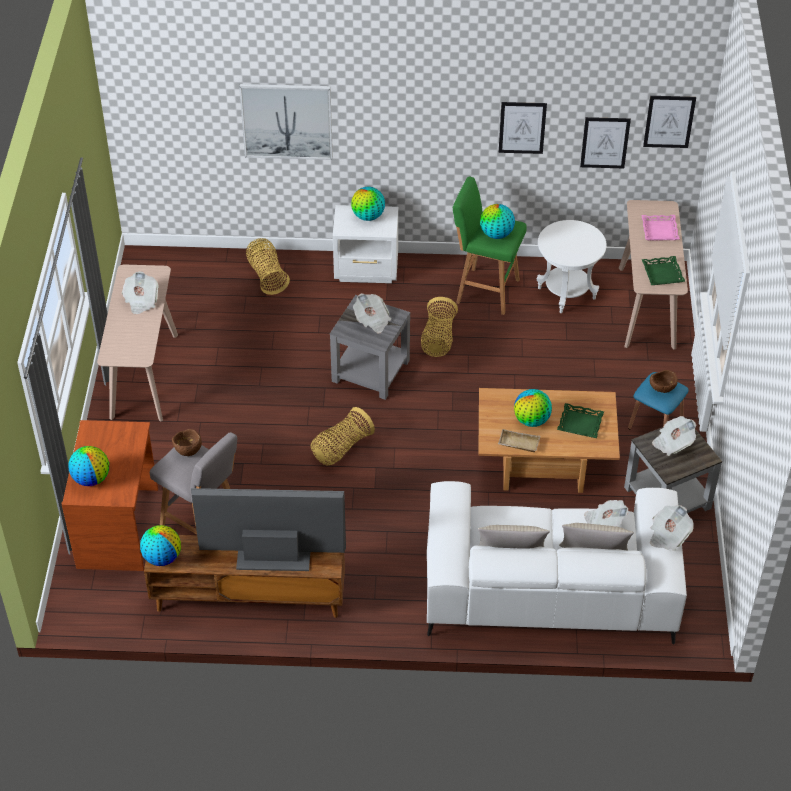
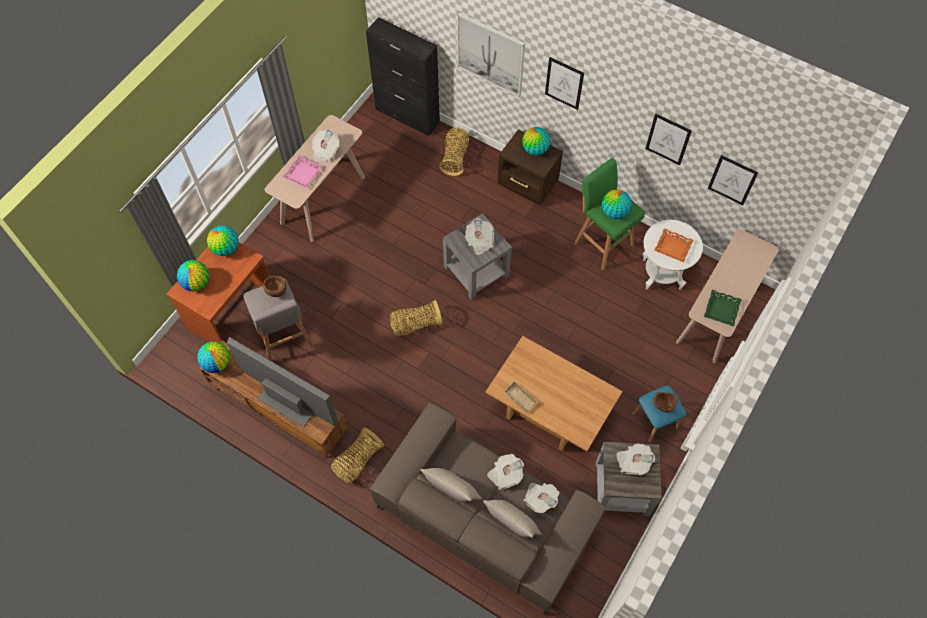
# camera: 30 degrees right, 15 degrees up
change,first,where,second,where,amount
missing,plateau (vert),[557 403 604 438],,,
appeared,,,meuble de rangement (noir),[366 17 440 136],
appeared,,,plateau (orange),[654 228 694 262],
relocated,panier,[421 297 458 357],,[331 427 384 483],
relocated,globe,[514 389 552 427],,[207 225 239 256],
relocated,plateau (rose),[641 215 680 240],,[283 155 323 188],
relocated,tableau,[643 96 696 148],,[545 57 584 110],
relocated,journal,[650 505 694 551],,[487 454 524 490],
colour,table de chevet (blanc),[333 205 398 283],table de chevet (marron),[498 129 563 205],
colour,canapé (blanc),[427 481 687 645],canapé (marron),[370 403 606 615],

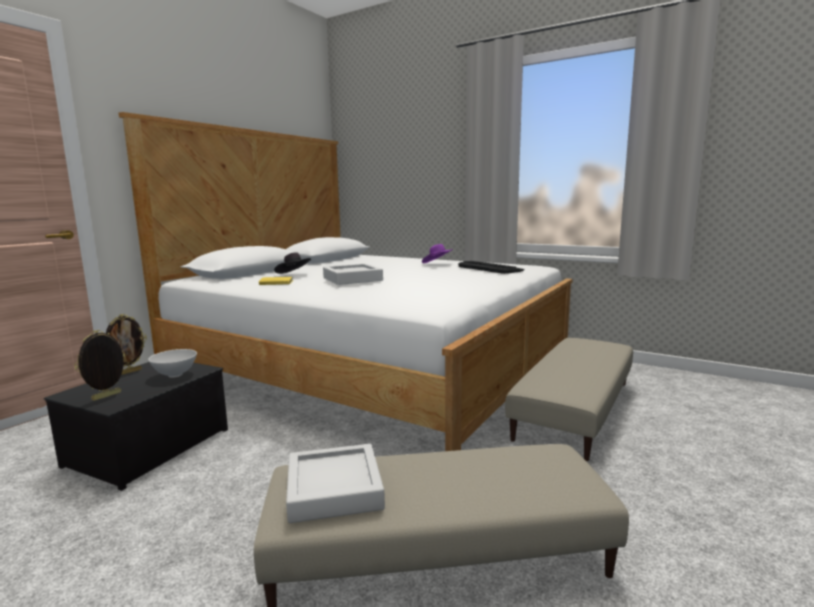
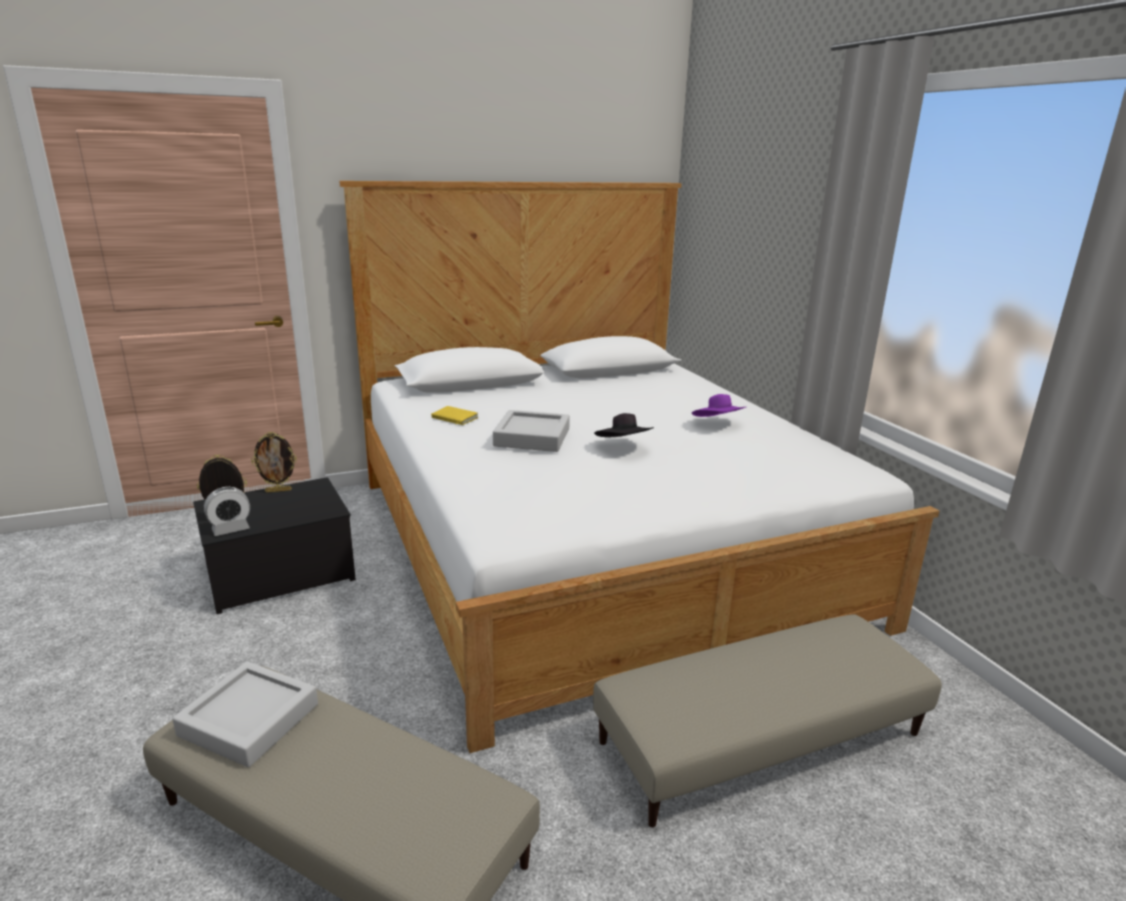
# camera: 35 degrees right, 10 degrees up
change,first,where,second,where,amount
missing,bol (blanc),[148 349 197 378],,,
missing,clavier,[458 261 525 274],,,
appeared,,,réveil,[204 487 250 536],
relocated,chapeau (noir),[274 252 311 274],,[594 413 654 438],

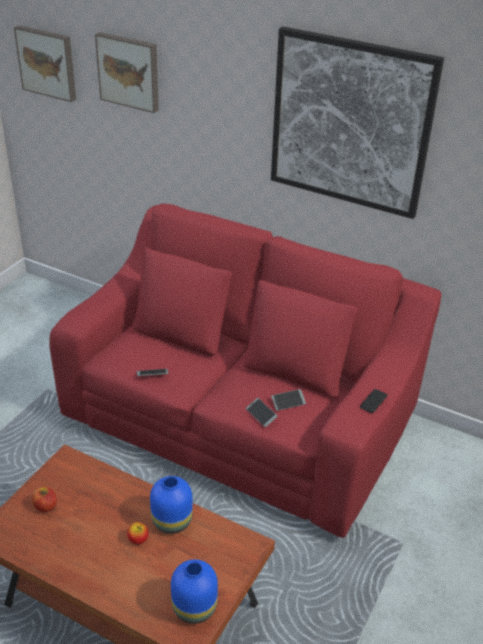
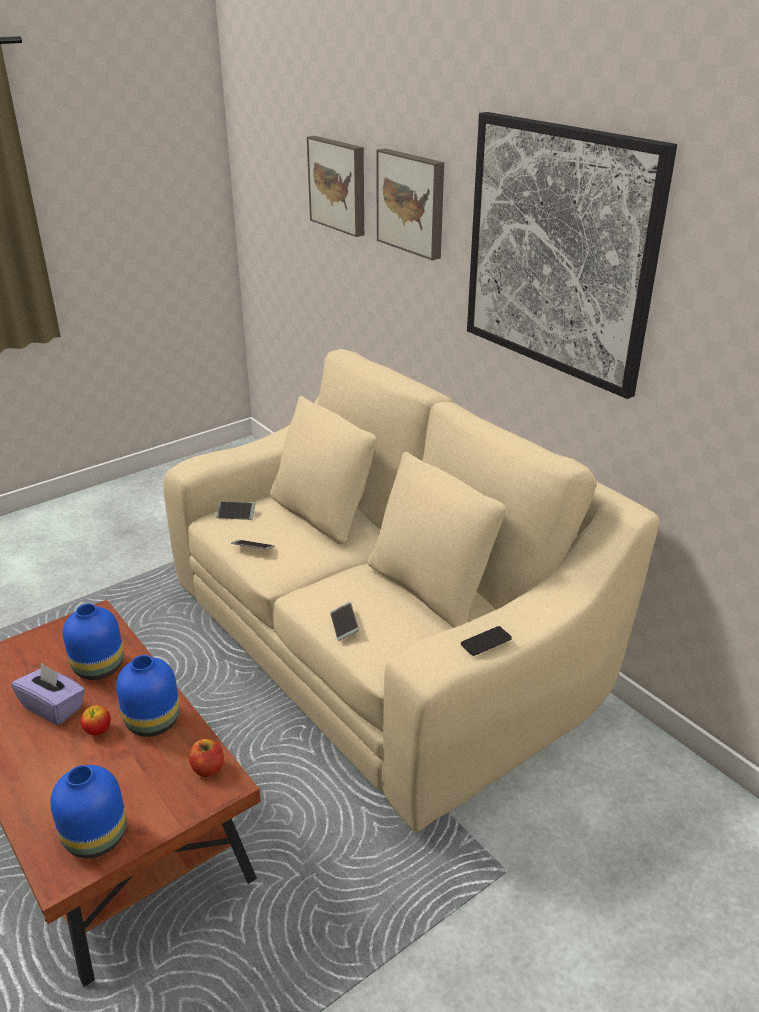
# camera: 25 degrees right, 5 degrees down
change,first,where,second,where,amount
appeared,,,boîte à mouchoirs (violet),[11 663 85 725],
appeared,,,vase (bleu),[63 604 124 680],
relocated,tableau,[14 26 76 102],,[377 148 444 260],
relocated,pomme,[32 487 57 512],,[189 739 224 777],
relocated,téléphone,[271 389 306 411],,[216 501 255 520],
colour,canapé (rouge),[49 203 442 538],canapé (beige),[163 349 659 832],

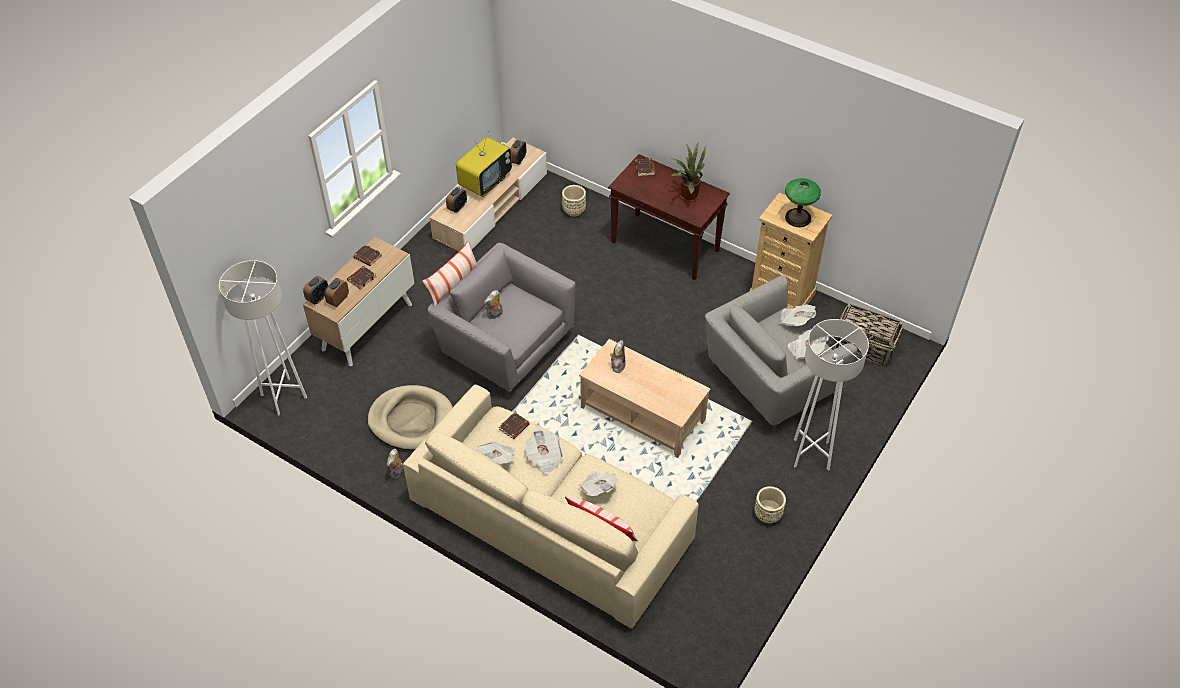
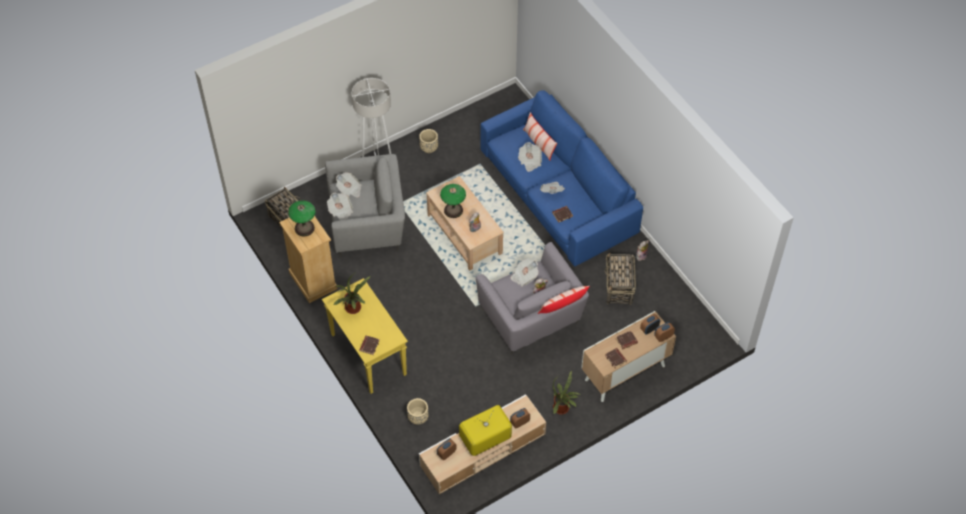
# camera: 155 degrees left, 5 degrees up
change,first,where,second,where,amount
missing,lampadaire (blanc),[219 260 307 415],,,
appeared,,,lampe de table,[440 184 466 218],
appeared,,,plante en pot,[553 371 582 415],
relocated,journal,[476 442 516 464],,[511 258 539 287],
exchanged,panier pour chien (beige),[367 385 453 450],panier,[605 253 636 305],
colour,canapé (beige),[403 385 699 629],canapé (bleu),[480 90 643 266],
colour,table console (marron),[608 154 730 280],table console (jaune),[322 278 408 394],

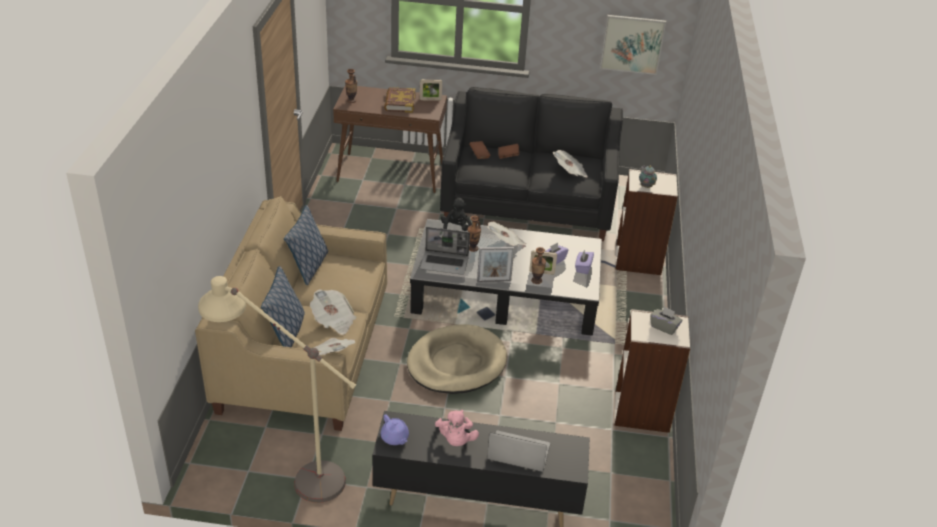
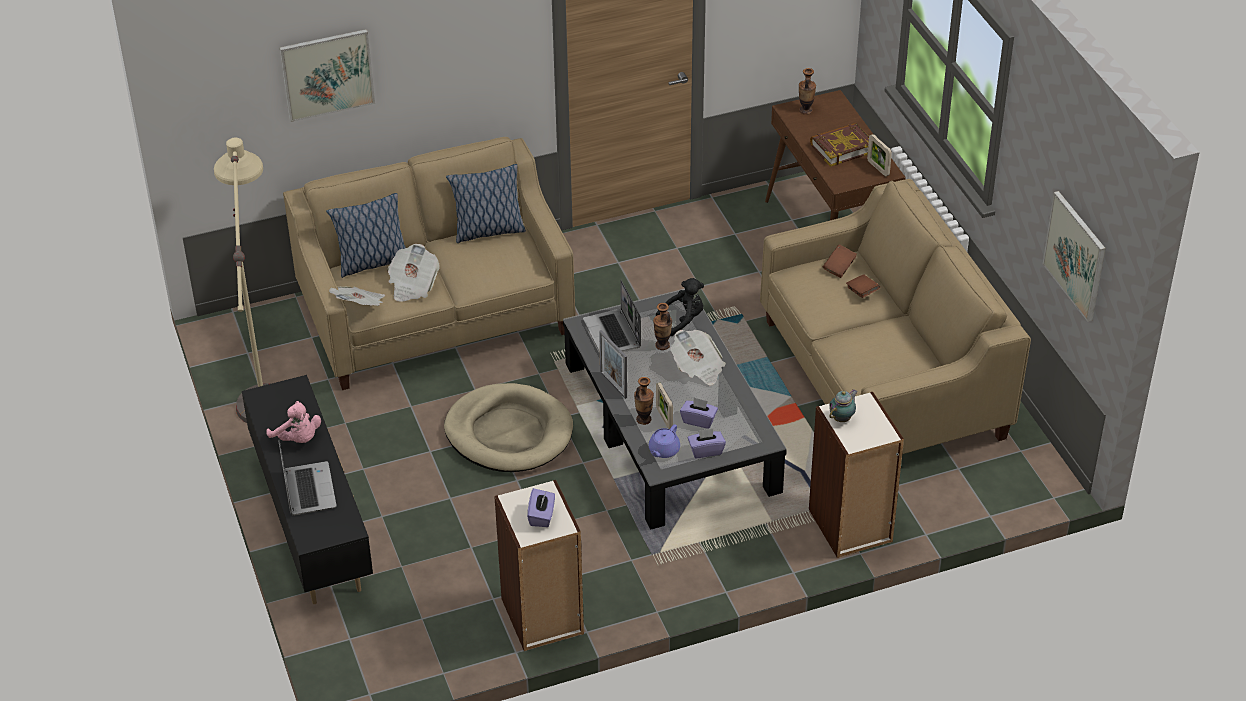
# camera: 65 degrees right, 5 degrees up
change,first,where,second,where,amount
missing,journal,[553 150 588 177],,,
appeared,,,tableau,[280 29 375 122],
relocated,théière (violet),[381 415 409 445],,[649 424 680 458],
colour,canapé (noir),[440 87 623 241],canapé (beige),[760 179 1031 454],
colour,boîte à mouchoirs (gris),[650 306 682 335],boîte à mouchoirs (violet),[527 488 555 527],
spun,peluche (rose),[435 410 479 446],,[266 401 321 443],105 degrees counterclockwise

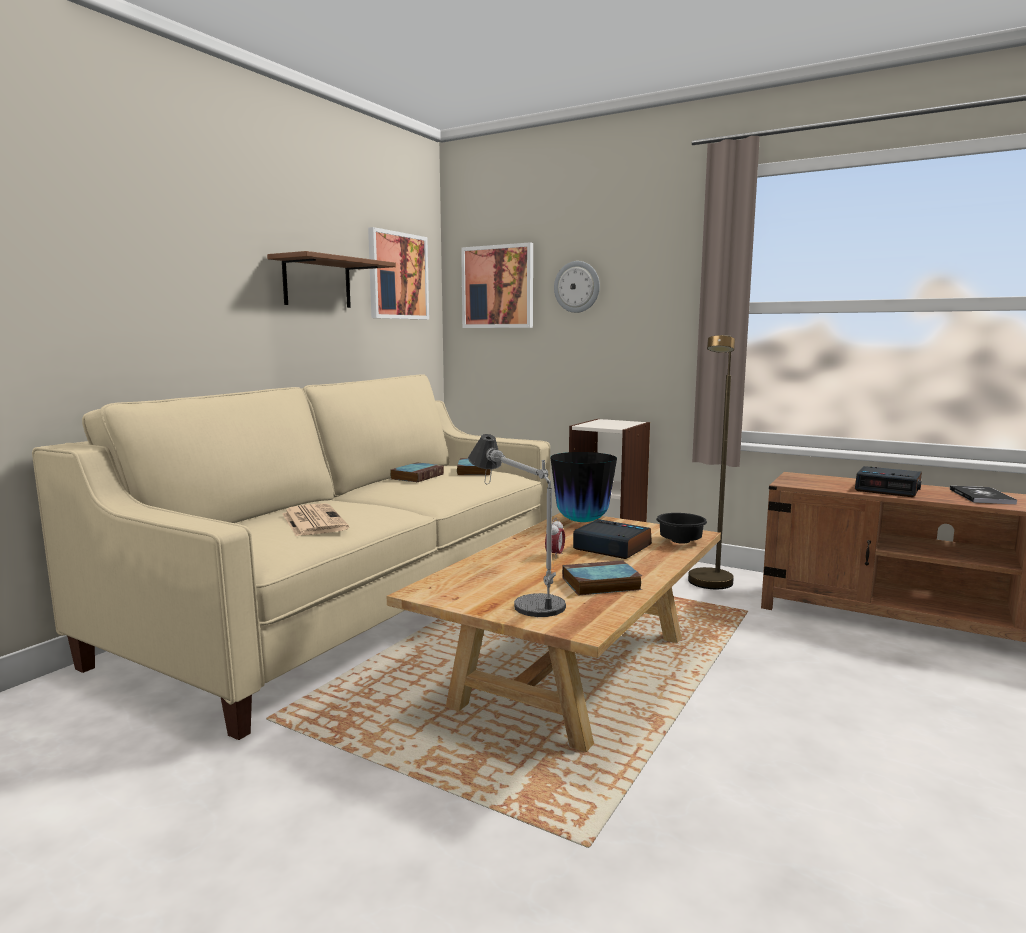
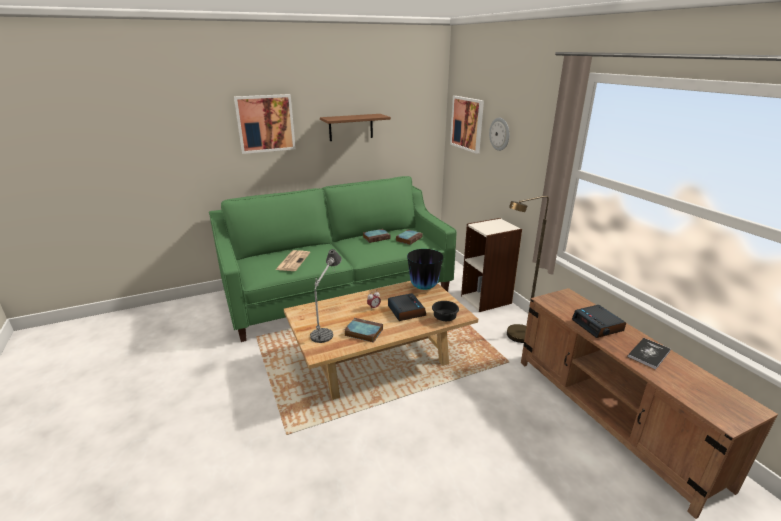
# camera: 35 degrees right, 15 degrees up
change,first,where,second,where,amount
relocated,tableau,[368 227 429 319],,[234 94 296 154],
colour,canapé (beige),[32 374 550 740],canapé (vert),[209 176 457 342],

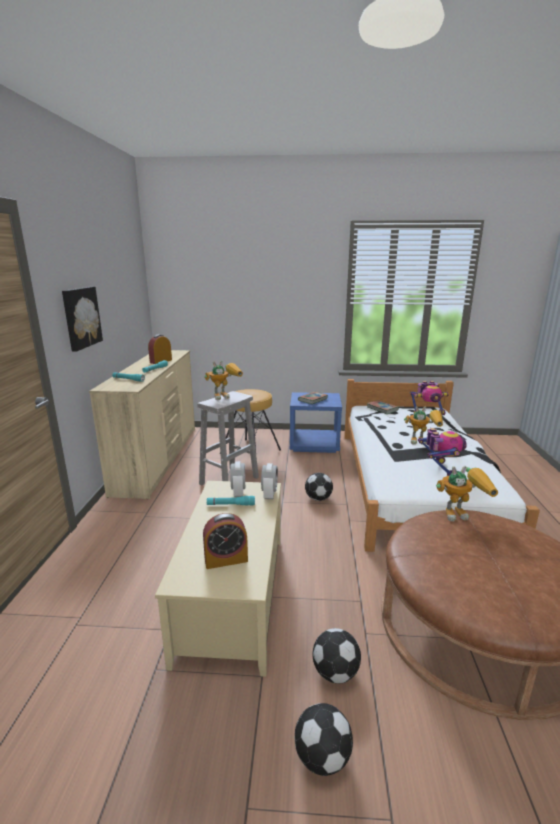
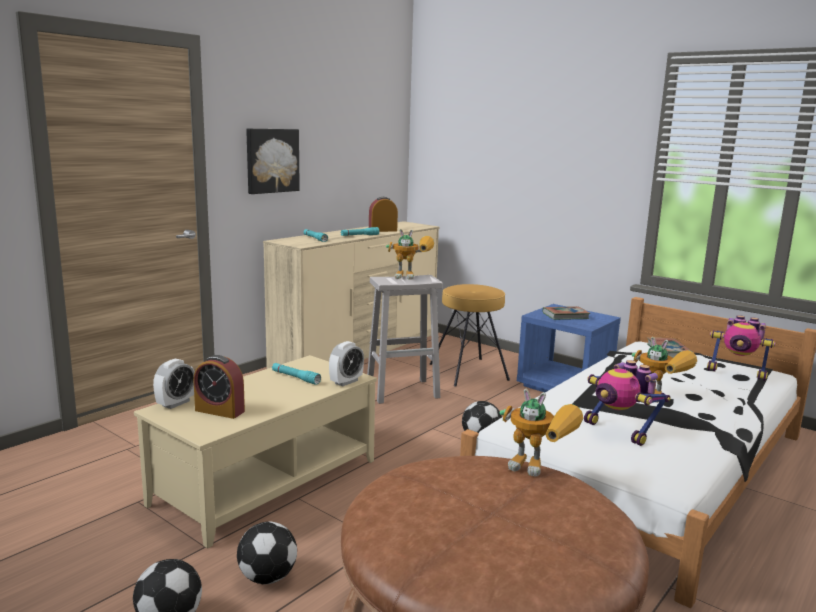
# camera: 35 degrees right, 5 degrees down
change,first,where,second,where,amount
relocated,réveil,[230 461 245 497],,[153 359 195 409],
spun,robot jouet,[418 428 467 476],,[584 360 670 446],105 degrees clockwise

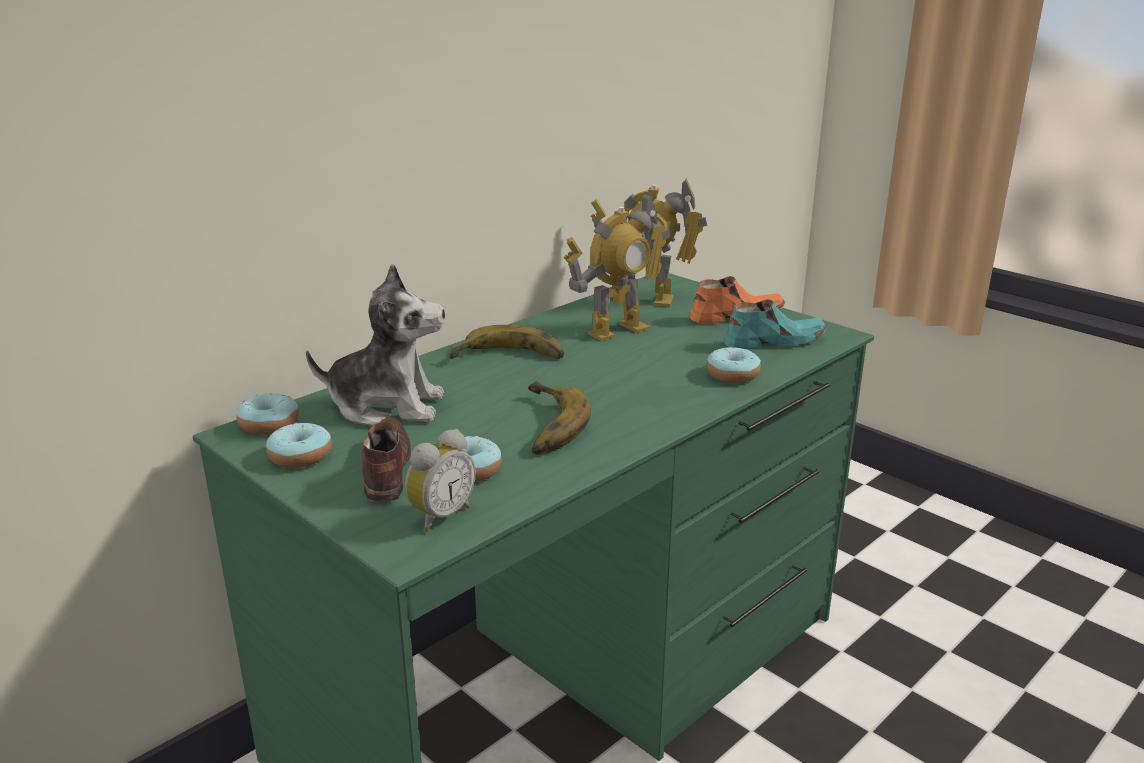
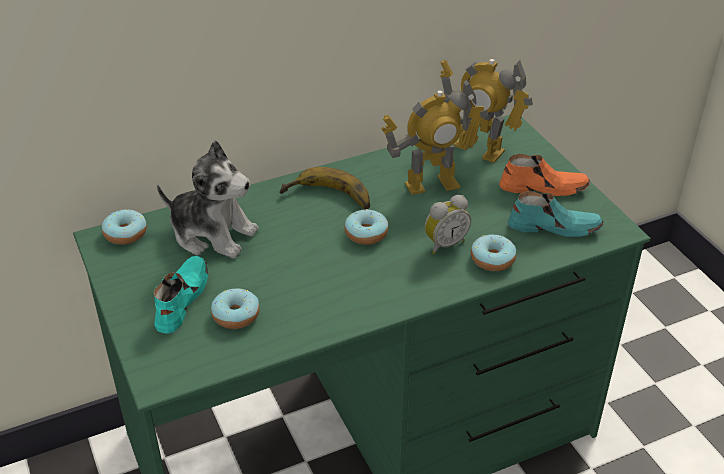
# camera: 20 degrees right, 15 degrees up
change,first,where,second,where,amount
missing,banane,[528 381 591 455],,,
relocated,beignet,[266 423 332 468],,[344 209 388 245],
relocated,réveil,[405 429 476 532],,[425 195 471 254],
colour,chaussure (marron),[362 417 411 502],chaussure (turquoise),[154 256 208 334],

